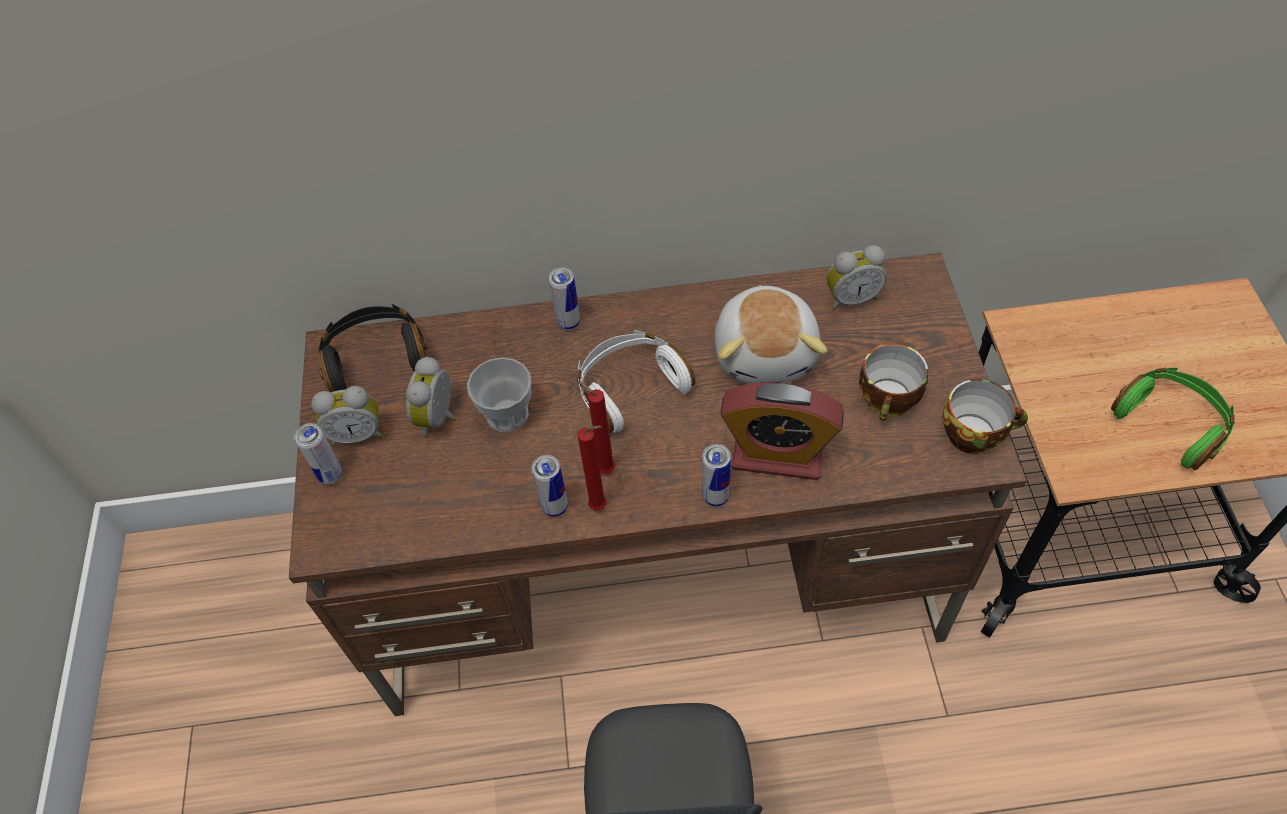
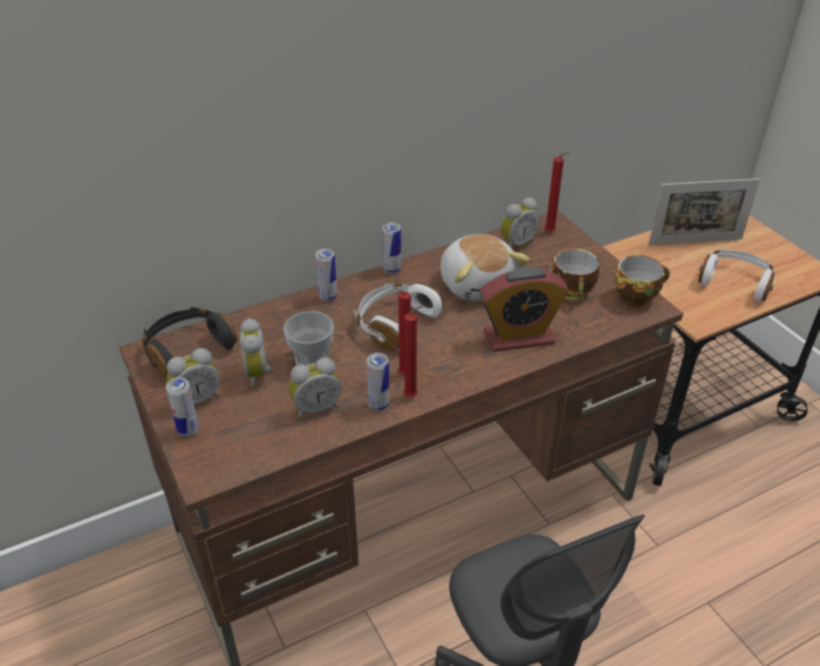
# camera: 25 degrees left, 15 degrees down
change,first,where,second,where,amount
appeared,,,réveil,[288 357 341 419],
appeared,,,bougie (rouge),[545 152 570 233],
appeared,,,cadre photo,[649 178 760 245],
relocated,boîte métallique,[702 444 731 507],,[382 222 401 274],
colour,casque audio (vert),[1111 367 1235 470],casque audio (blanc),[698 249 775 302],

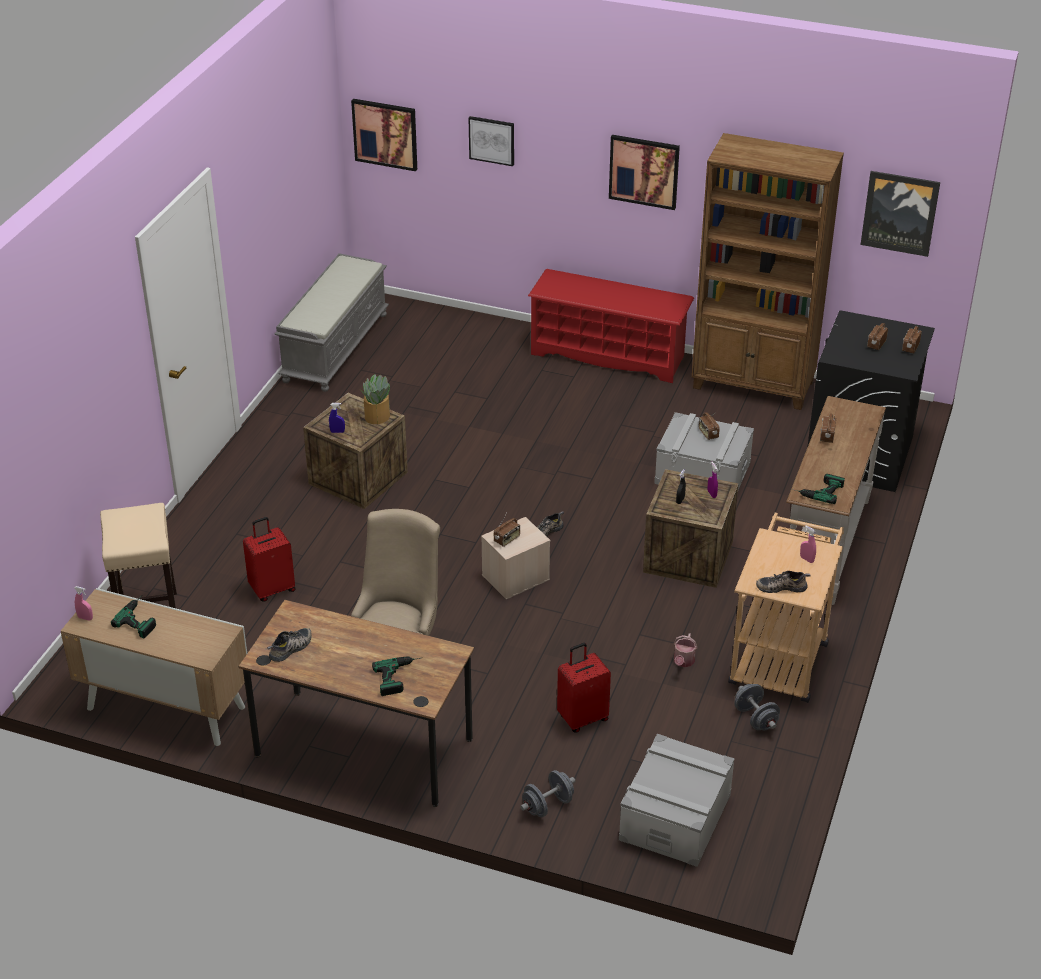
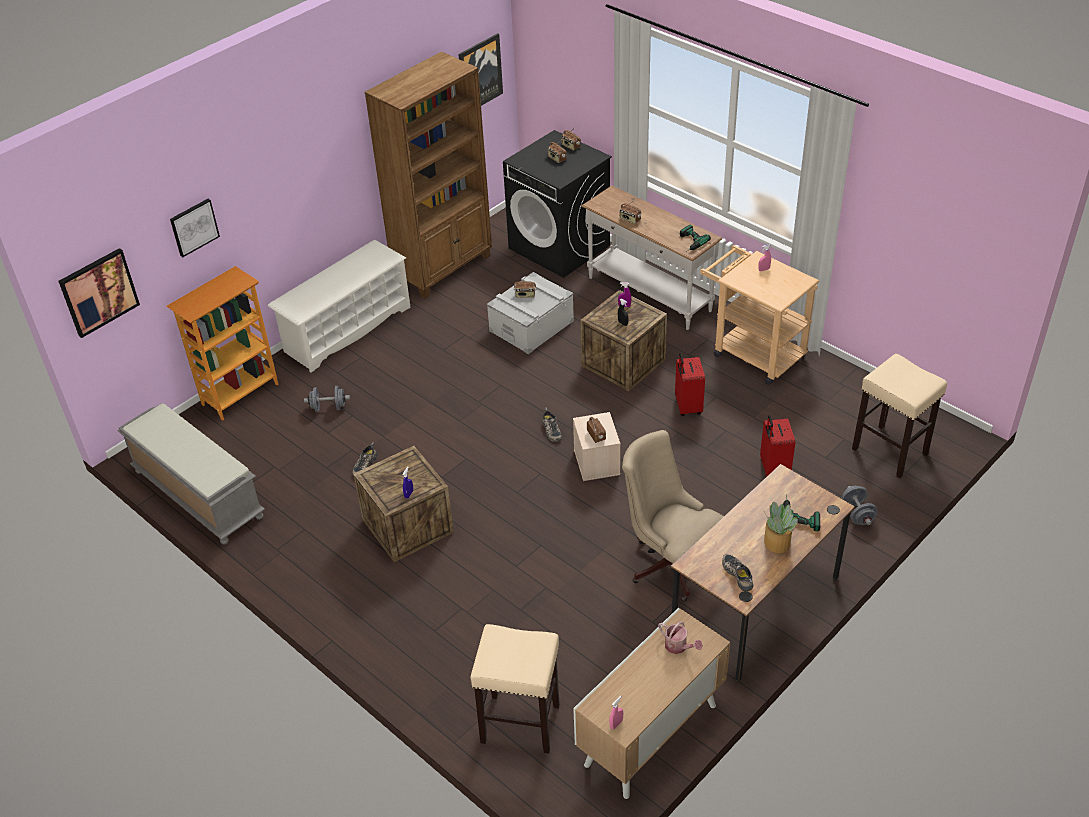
# camera: 65 degrees left, 5 degrees up
change,first,where,second,where,amount
missing,perceuse,[111 597 156 638],,,
missing,tableau,[609 135 680 210],,,
appeared,,,bibliothèque,[167 266 278 421],
relocated,valise (rouge),[243 517 296 602],,[675 353 705 416],
relocated,plante en pot,[360 374 390 424],,[763 502 798 553],
relocated,arrosoir,[673 633 697 667],,[658 622 703 654],
relocated,haltère (gris),[734 684 780 730],,[304 386 350 412],
relocated,chaussure,[756 571 811 593],,[352 442 377 476],
exchanged,boîte de rangement (gris),[619 734 734 867],tabouret (beige),[852 354 947 478],
colour,étagère à chaussures (rouge),[528 269 694 383],étagère à chaussures (blanc),[268 240 411 372],

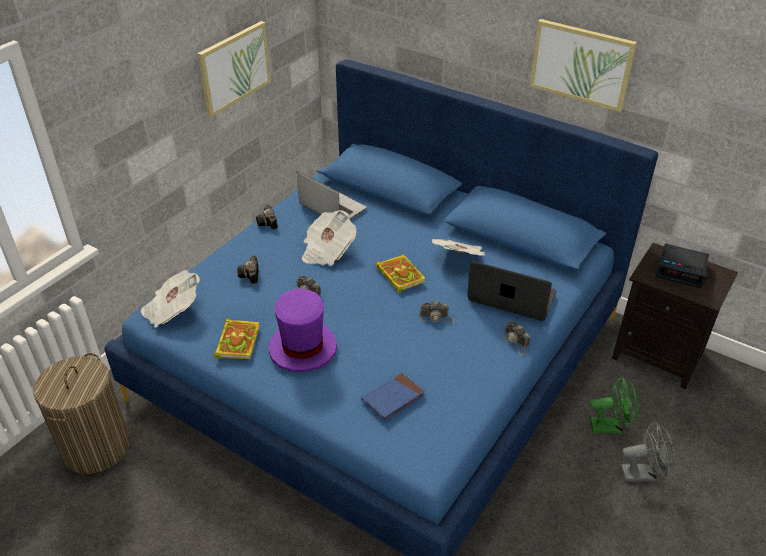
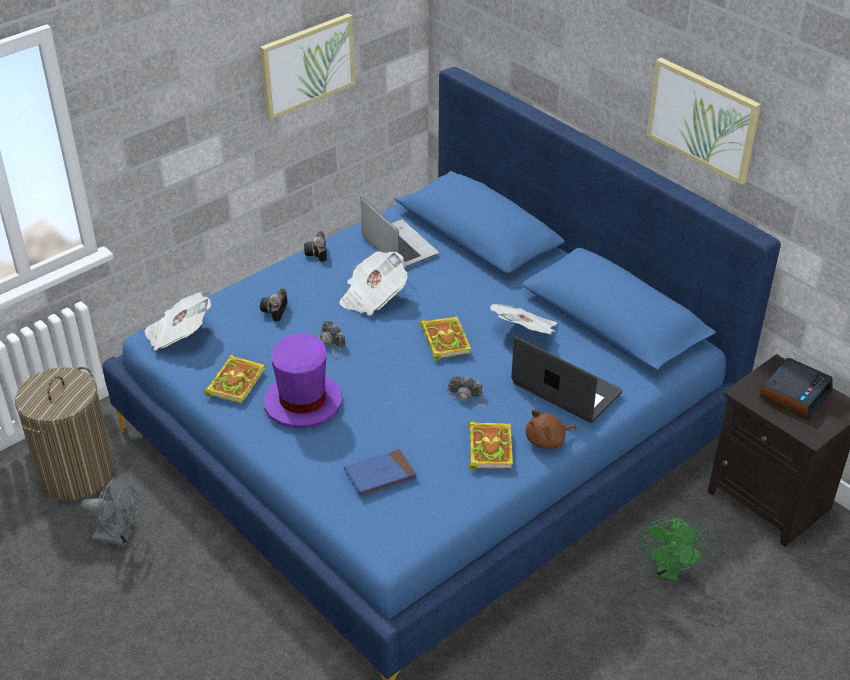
# camera: 15 degrees right, 0 degrees up
change,first,where,second,where,amount
appeared,,,livre,[468 421 513 470],
relocated,ventilateur (gris),[621 421 675 482],,[81 475 138 546],
exchanged,appareil photo,[501 321 530 355],peluche (marron),[526 410 577 449],
spun,ventilateur (vert),[590 376 639 434],,[641 517 706 581],90 degrees clockwise
spun,réveil,[656 244 709 288],,[760 358 833 420],90 degrees counterclockwise

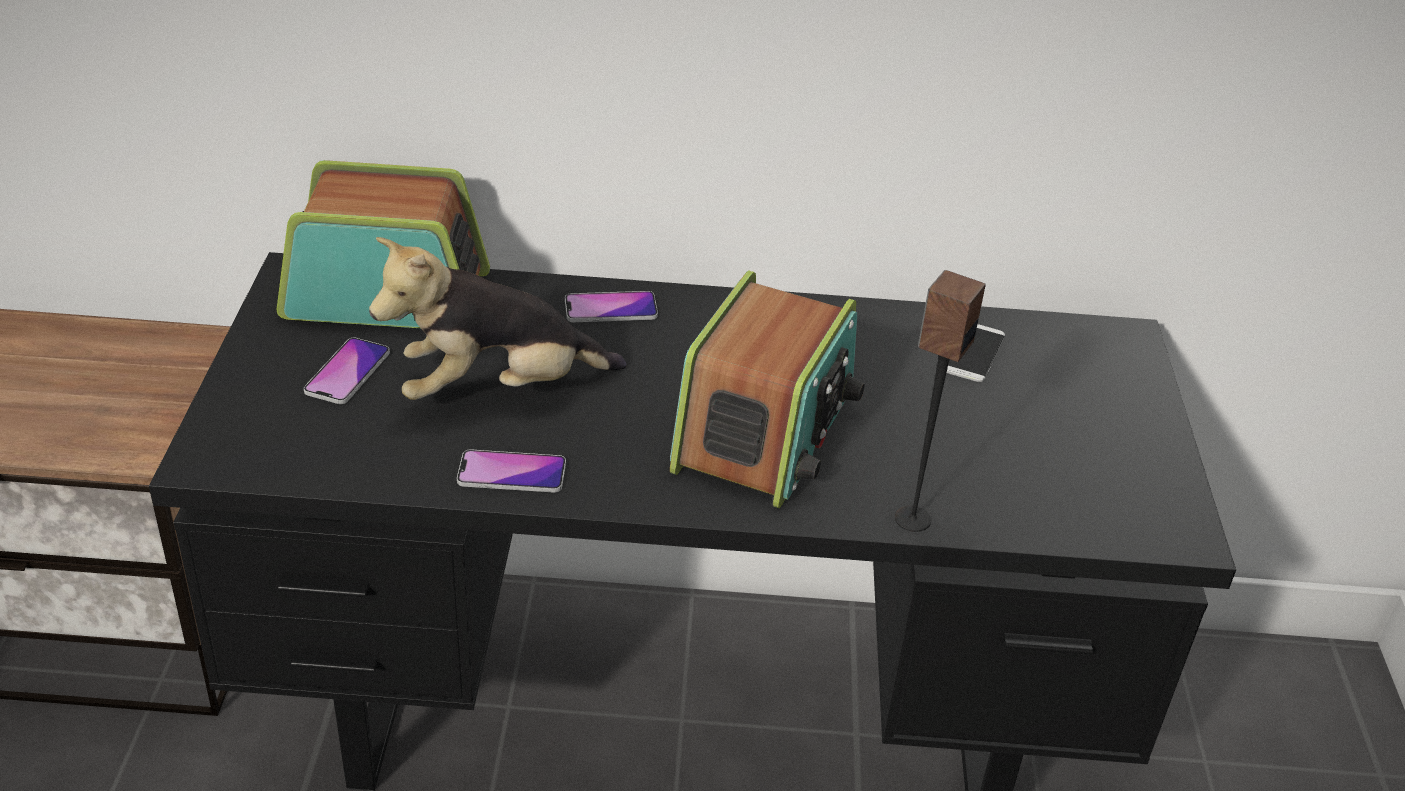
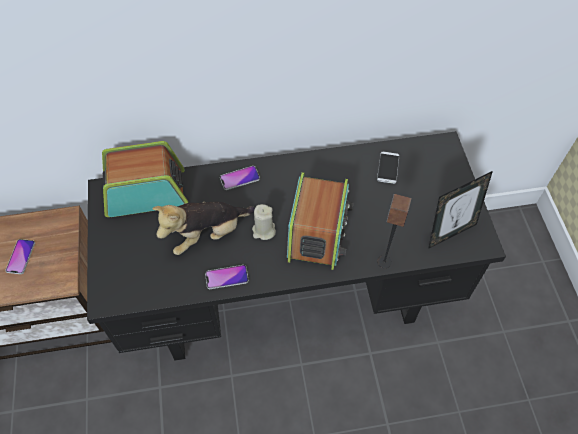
# camera: 10 degrees left, 20 degrees up
change,first,where,second,where,amount
appeared,,,bougie (beige),[252 204 276 240],
appeared,,,cadre photo,[428 171 493 249],
relocated,téléphone,[304 338 390 404],,[5 239 35 274],

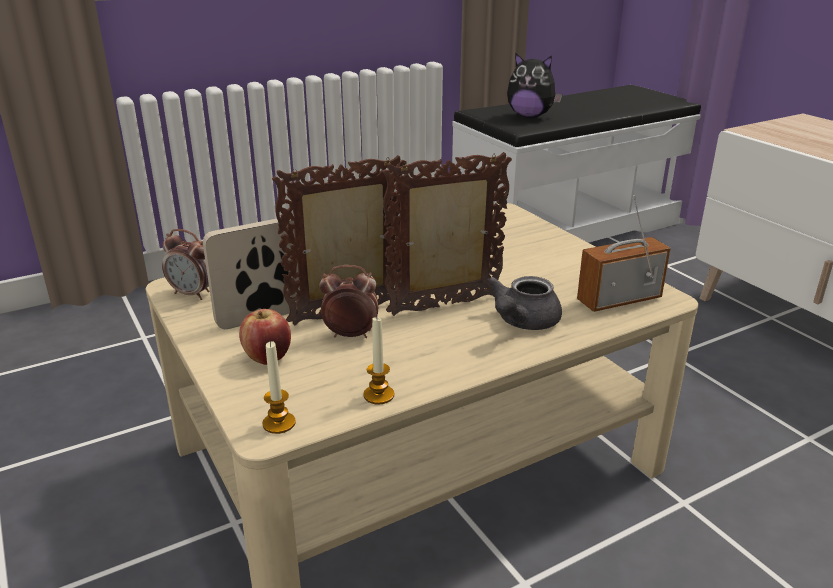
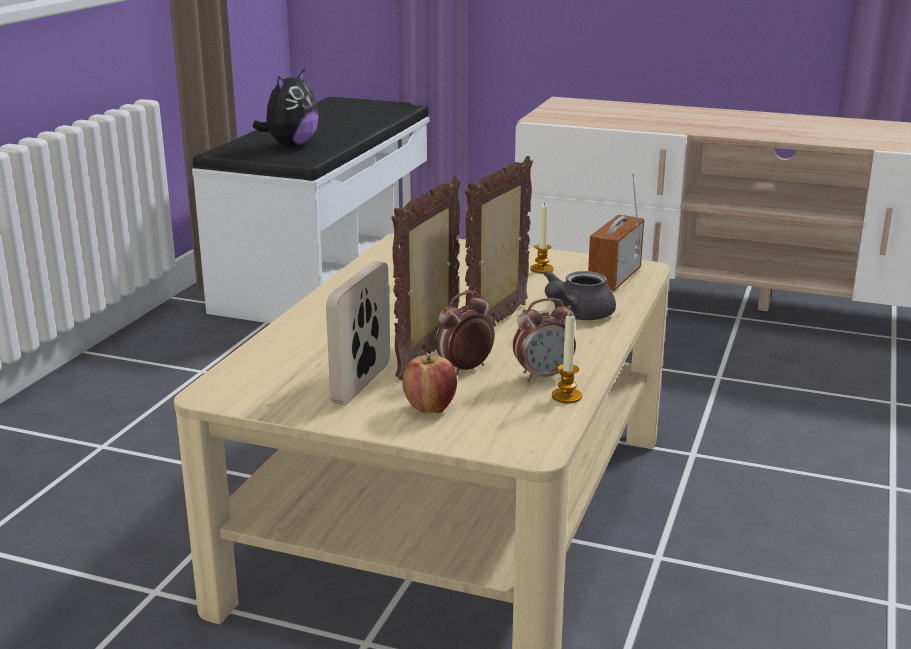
# camera: 40 degrees left, 5 degrees down
change,first,where,second,where,amount
relocated,réveil,[162 229 210 300],,[513 298 576 382],
relocated,bougie,[262 341 296 434],,[530 204 554 273],
spun,théière (gris),[487 276 562 330],,[544 270 616 320],45 degrees clockwise
spun,peluche,[507 53 562 118],,[252 68 319 147],45 degrees counterclockwise

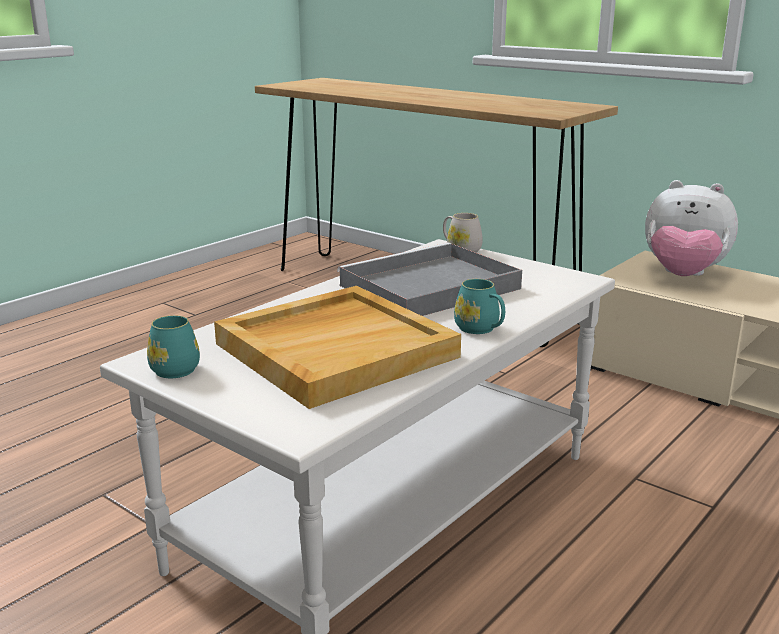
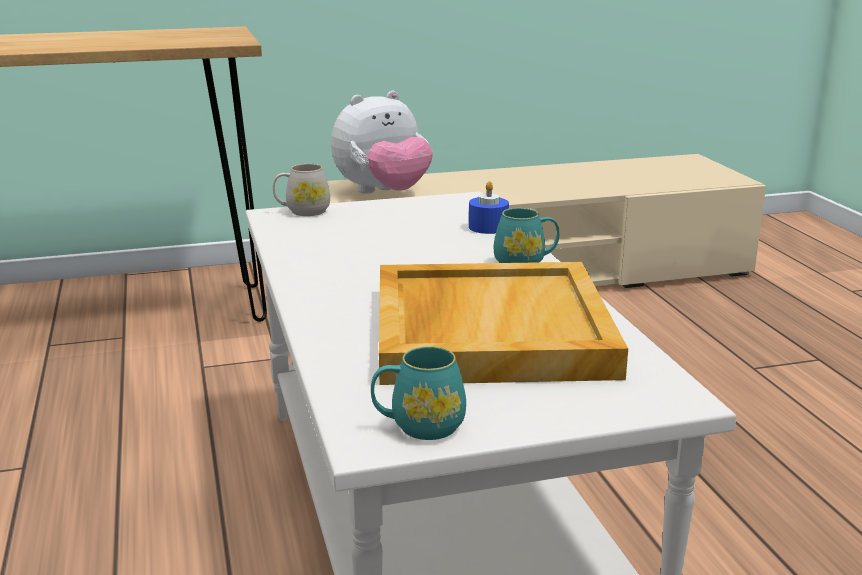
# camera: 55 degrees left, 0 degrees up
change,first,where,second,where,amount
missing,plateau (gris),[337 243 522 316],,,
appeared,,,bougie (bleu),[469 181 509 234],

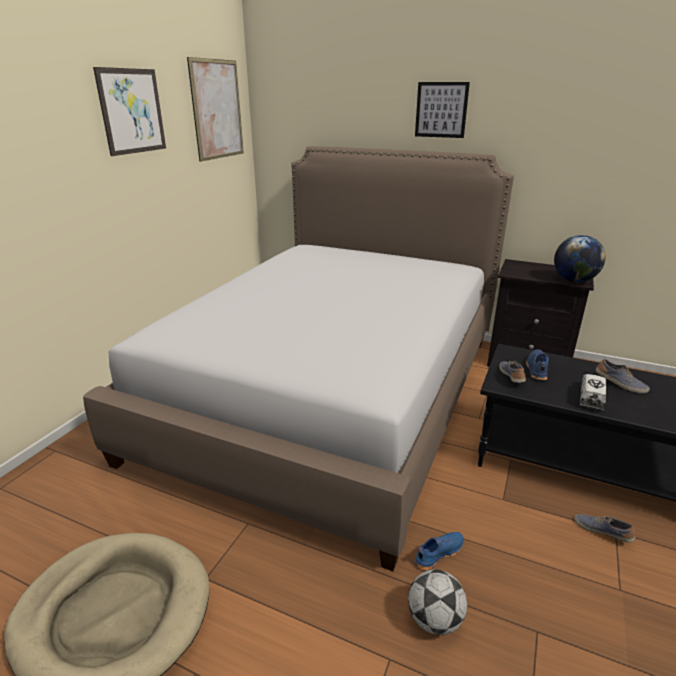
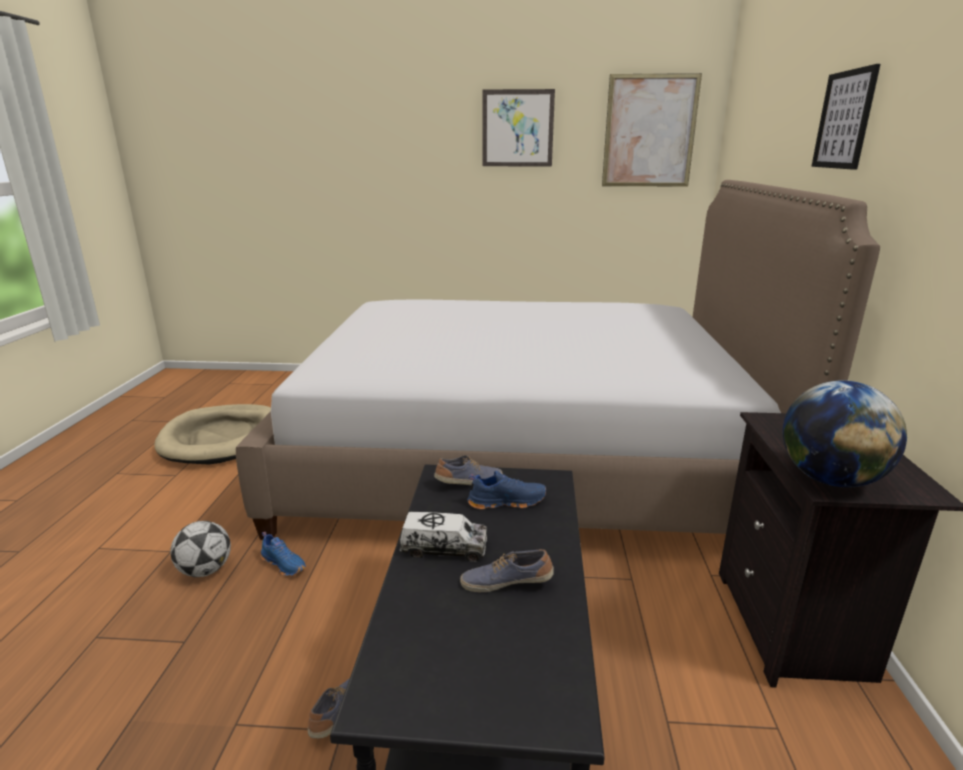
# camera: 70 degrees right, 5 degrees down
change,first,where,second,where,amount
spun,chaussure,[596 359 650 393],,[460 549 554 592],75 degrees clockwise

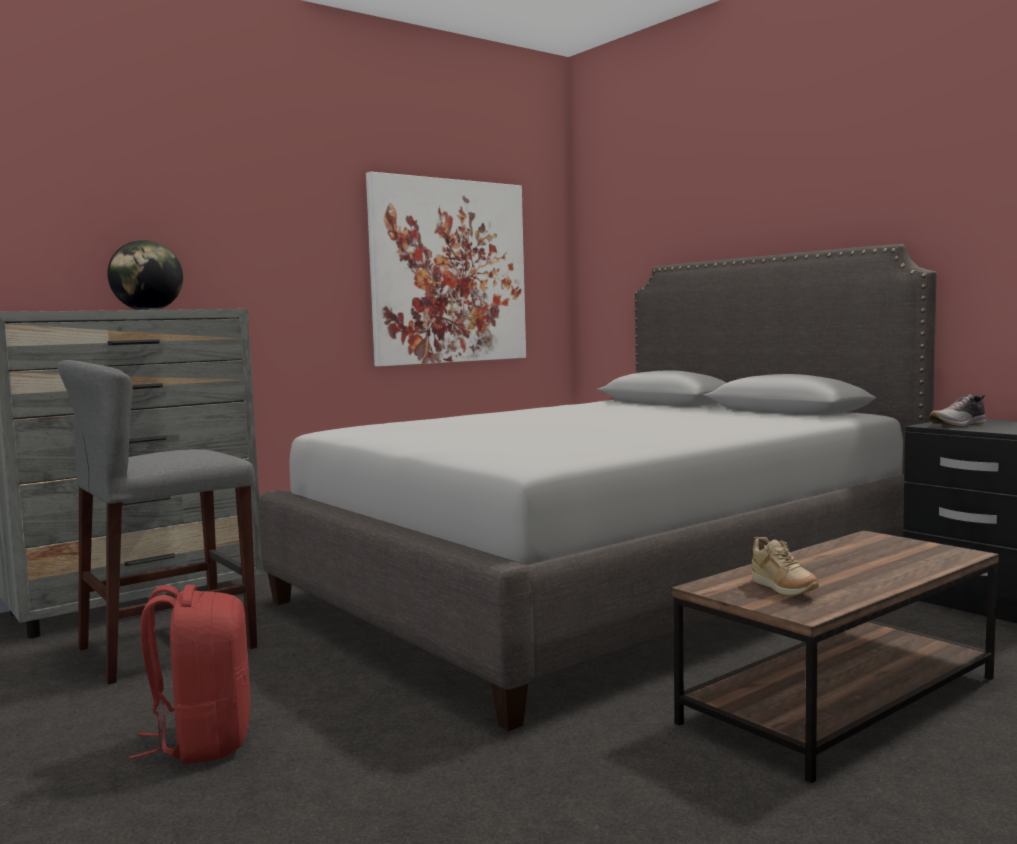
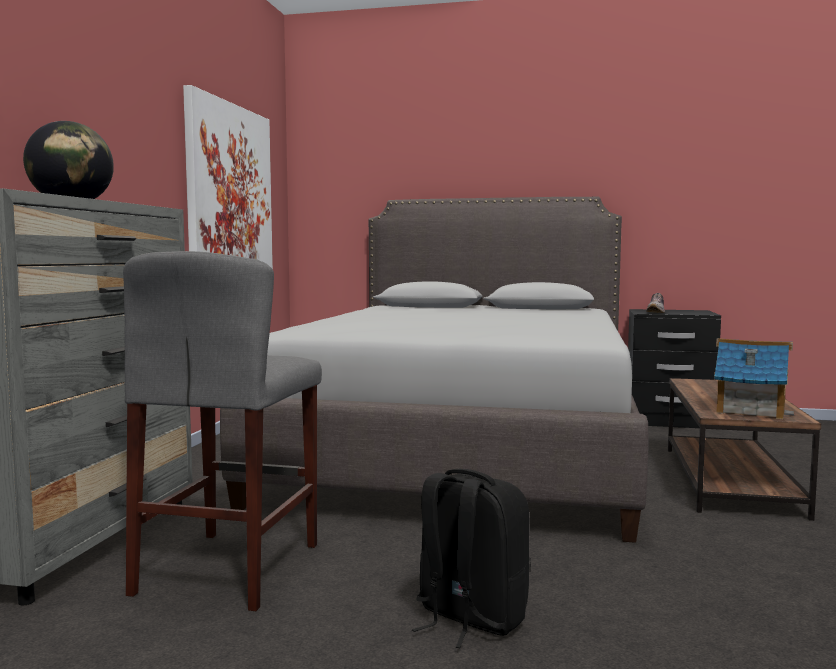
# camera: 40 degrees left, 0 degrees up
change,first,where,second,where,amount
exchanged,chaussure (beige),[752 536 819 596],maison miniature,[714 338 794 419],
colour,sac à dos (rouge),[129 584 251 764],sac à dos (noir),[412 469 531 648],

